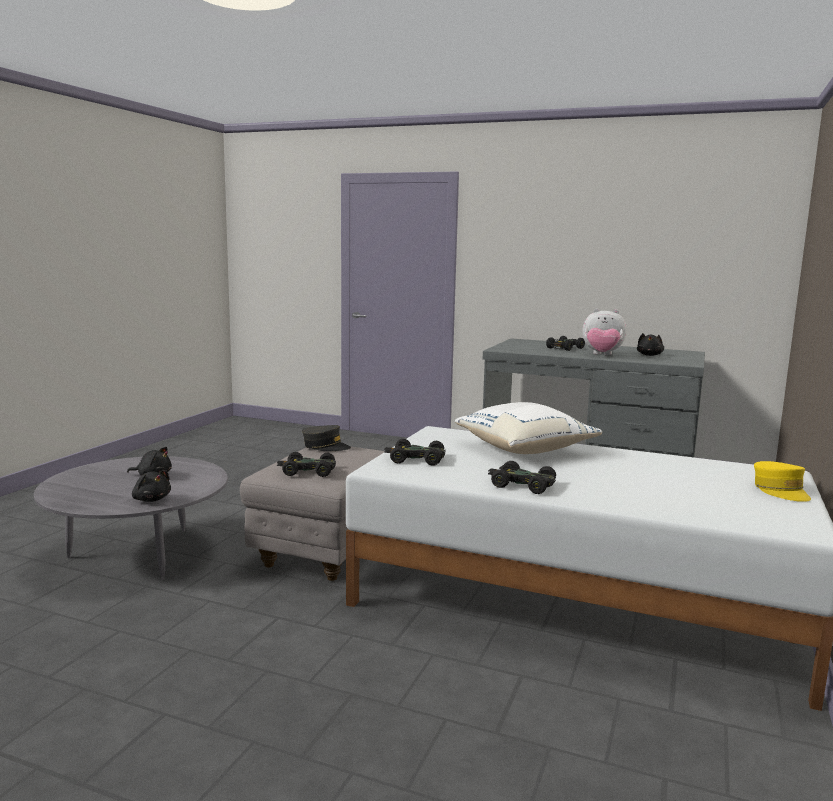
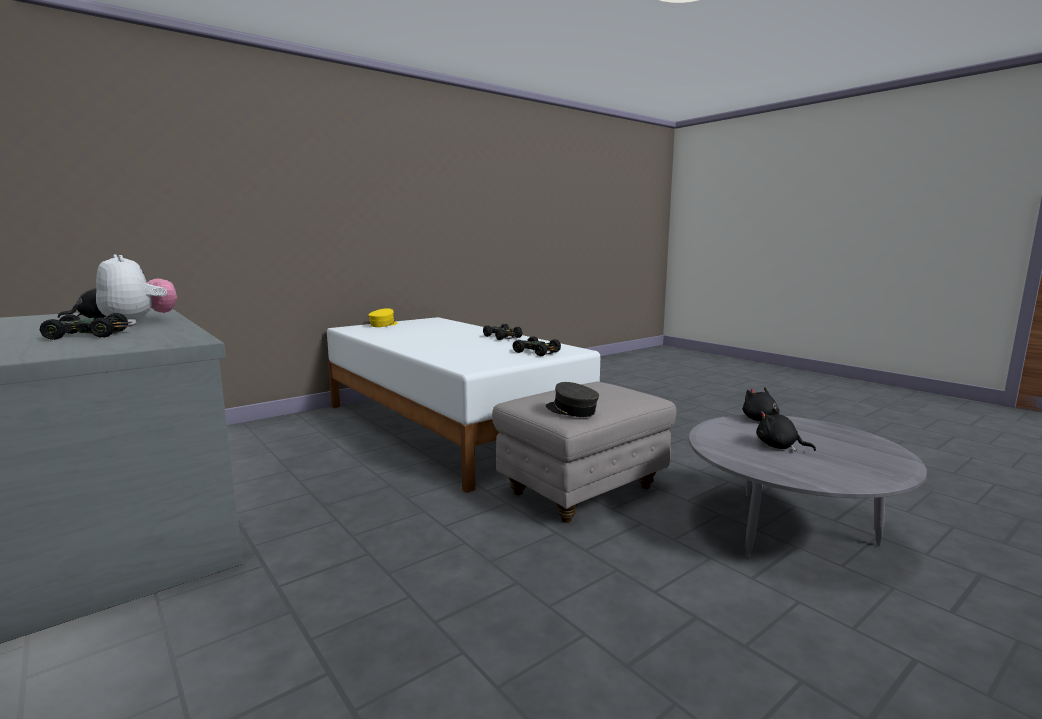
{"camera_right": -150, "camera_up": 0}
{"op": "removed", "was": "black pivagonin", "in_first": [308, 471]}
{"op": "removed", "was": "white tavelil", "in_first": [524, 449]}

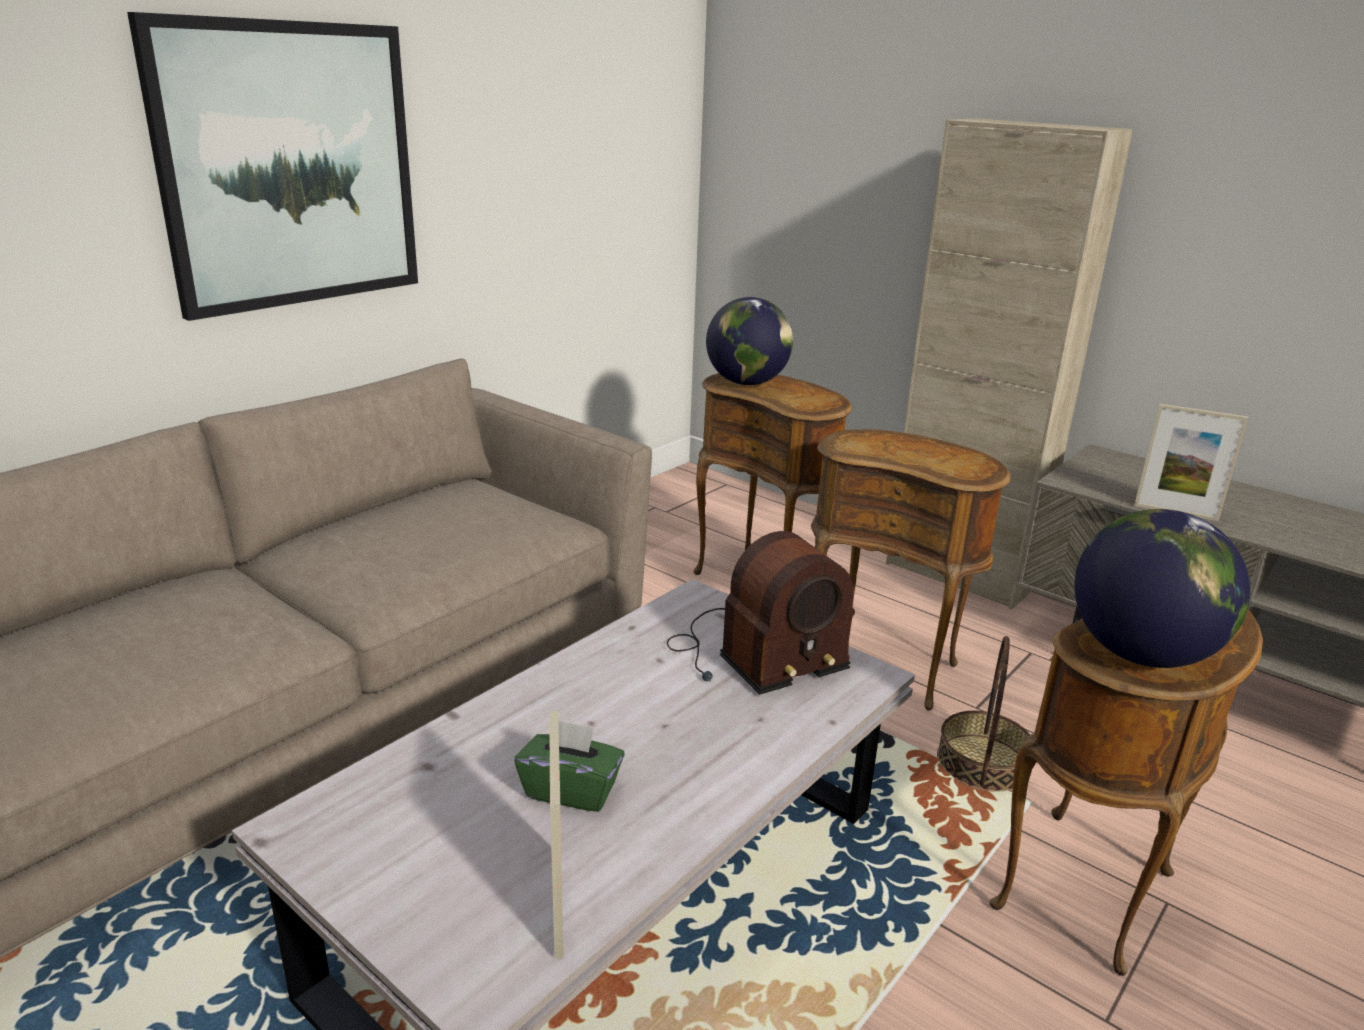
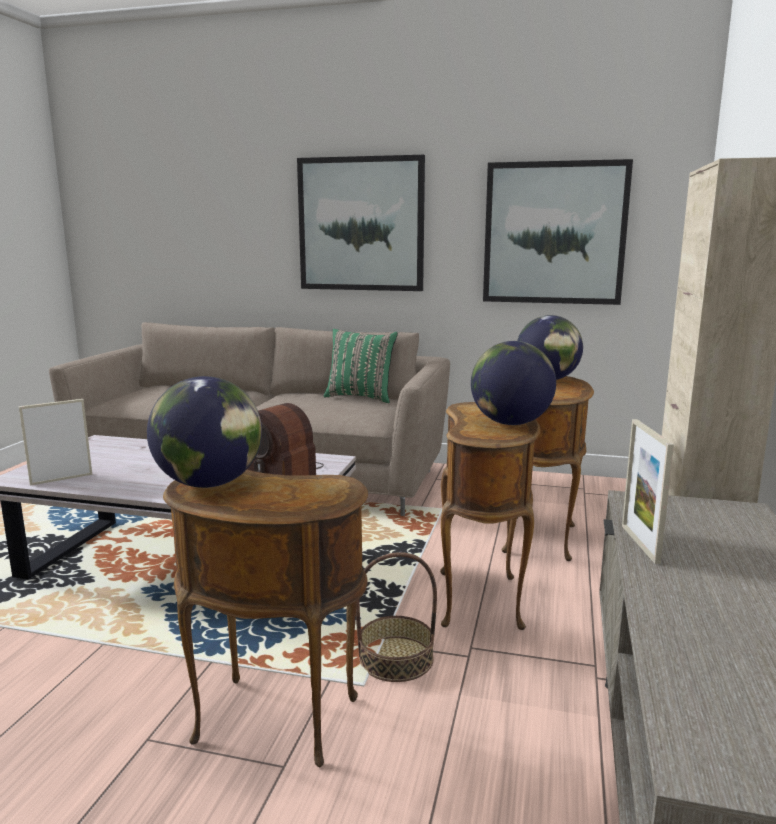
{"camera_right": 65, "camera_up": -10}
{"op": "added", "now": "green tavelil", "in_second": [361, 397]}
{"op": "added", "now": "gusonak", "in_second": [510, 423]}
{"op": "added", "now": "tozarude", "in_second": [554, 233]}
{"op": "removed", "was": "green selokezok", "in_first": [571, 790]}

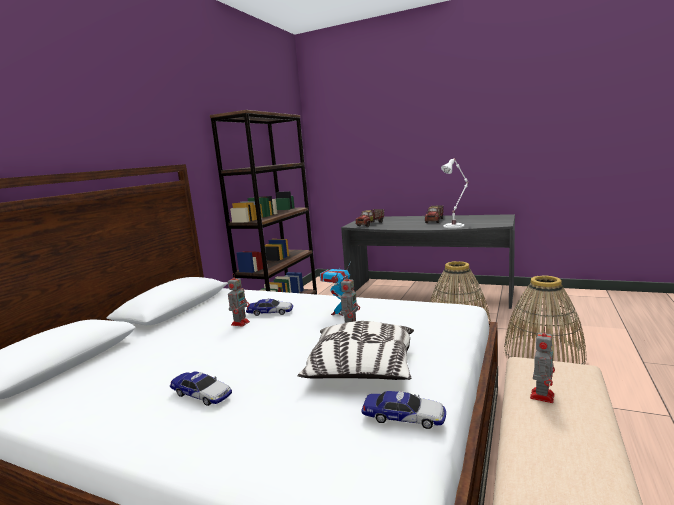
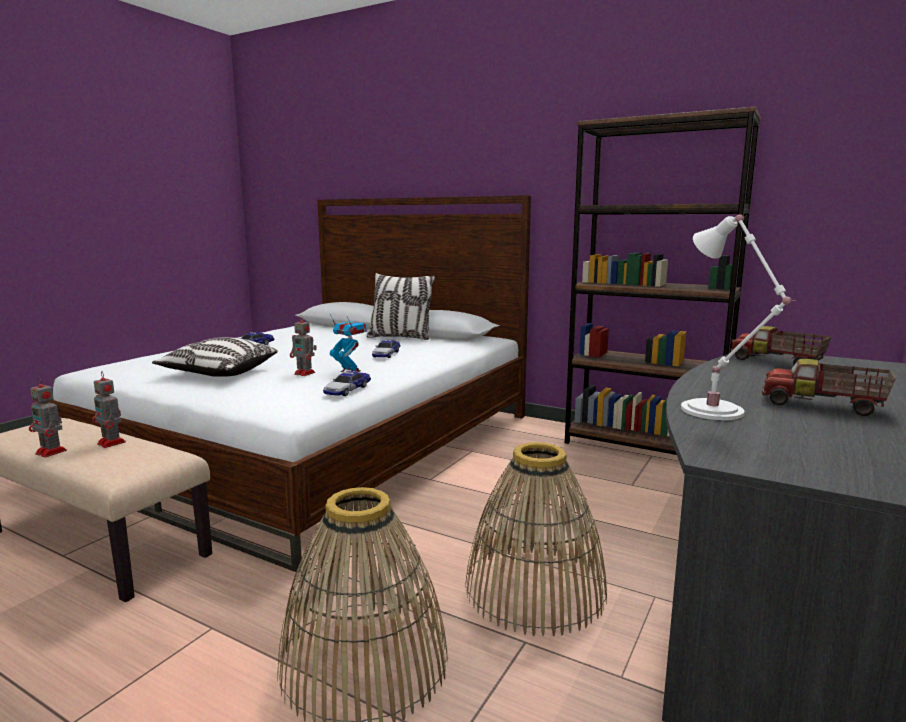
{"camera_right": 95, "camera_up": 0}
{"op": "moved", "was": "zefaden", "in_first": [241, 323], "in_second": [52, 452]}
{"op": "moved", "was": "pivagonin", "in_first": [403, 416], "in_second": [347, 390]}
{"op": "added", "now": "tavelil", "in_second": [400, 337]}

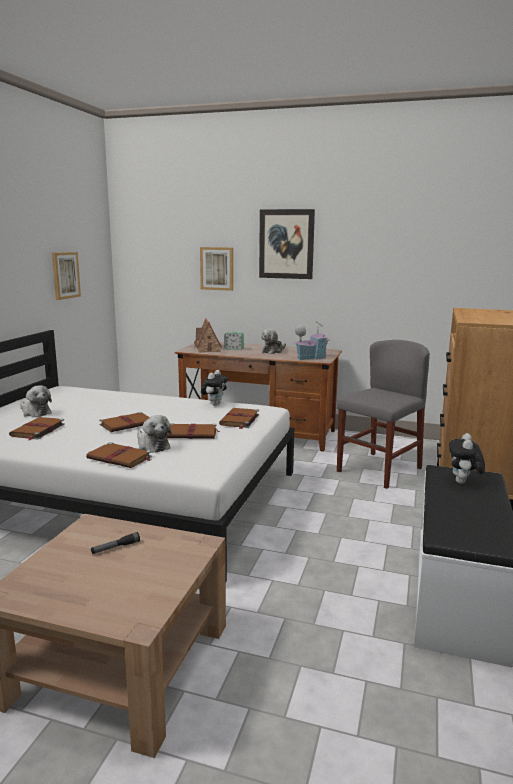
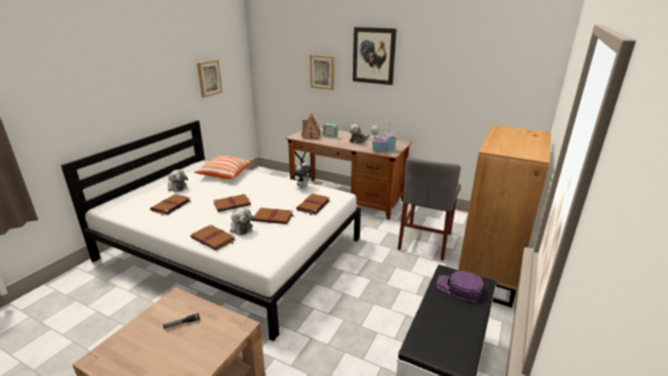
{"camera_right": 10, "camera_up": 10}
{"op": "added", "now": "tavelil", "in_second": [224, 174]}
{"op": "turned", "was": "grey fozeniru", "in_first": [379, 470], "in_second": [425, 241], "clockwise": 150}
{"op": "replaced", "was": "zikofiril", "now": "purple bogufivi", "in_first": [463, 483], "in_second": [459, 288]}

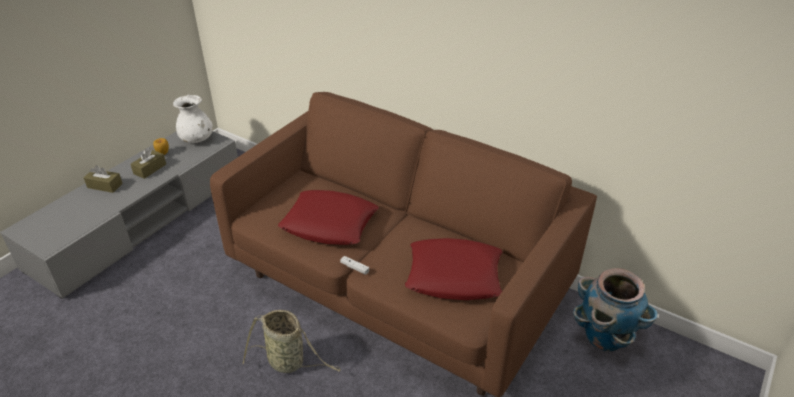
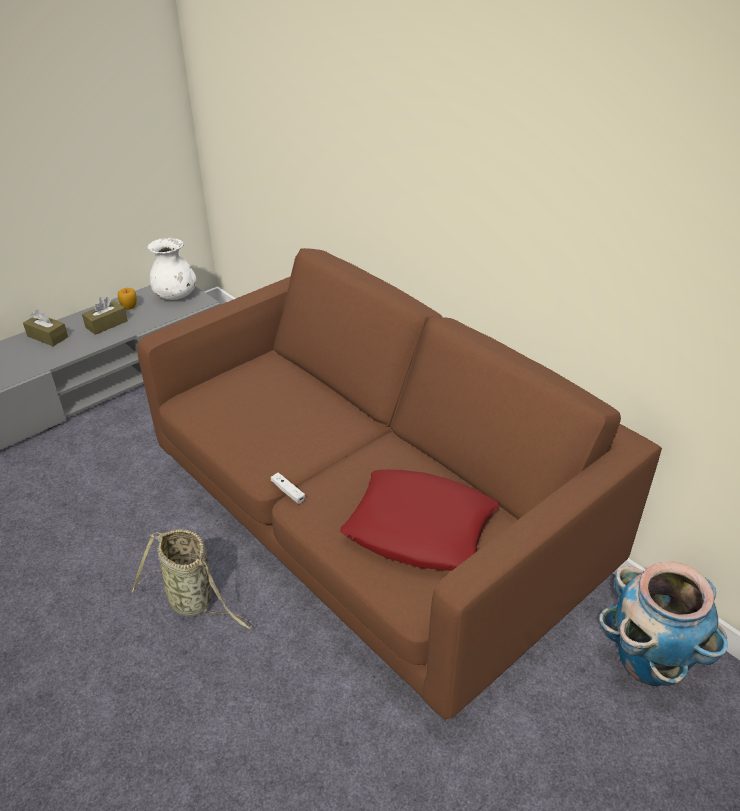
{"camera_right": 15, "camera_up": 0}
{"op": "removed", "was": "red tavelil", "in_first": [329, 224]}

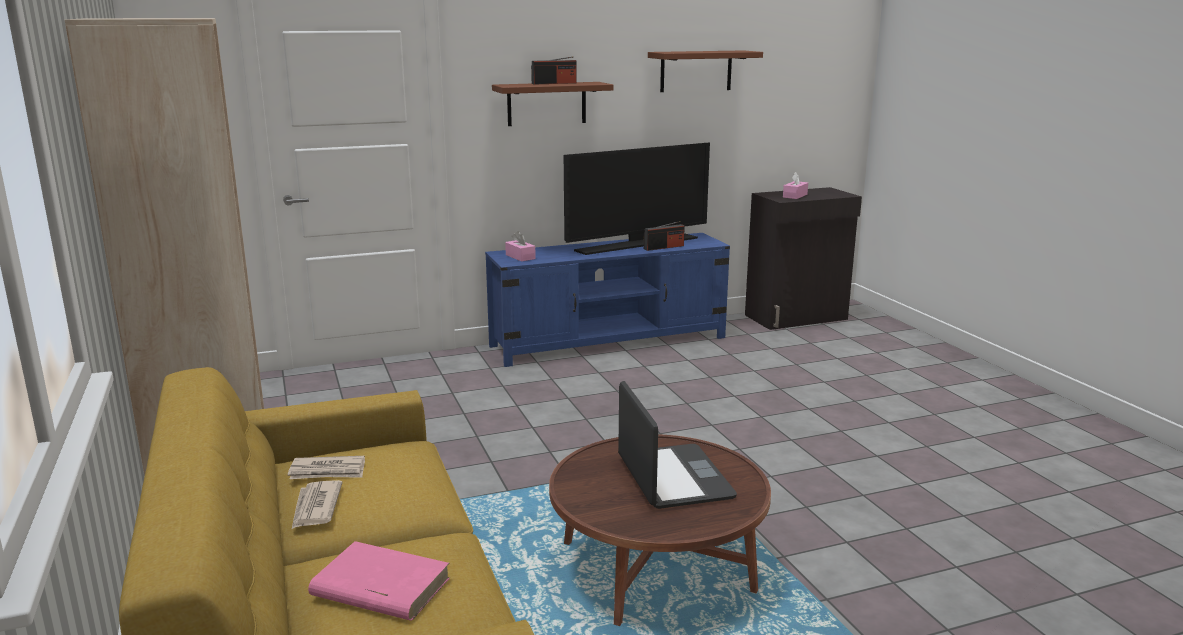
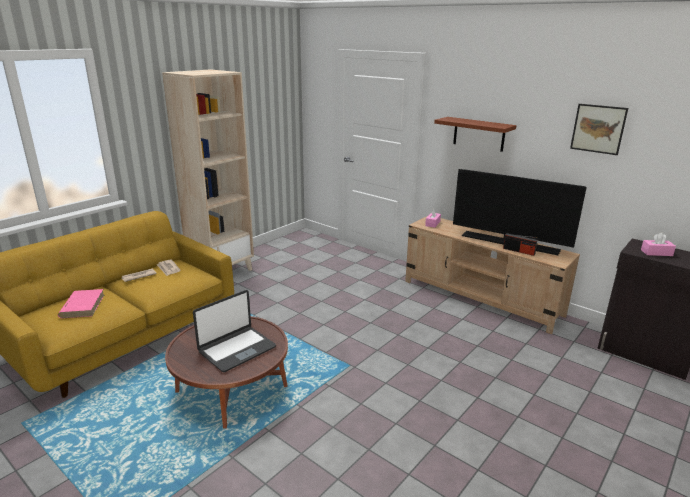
{"camera_right": 60, "camera_up": 5}
{"op": "recoloured", "was": "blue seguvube", "now": "beige seguvube", "in_first": [609, 342], "in_second": [481, 298]}
{"op": "replaced", "was": "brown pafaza", "now": "tozarude", "in_first": [696, 71], "in_second": [598, 129]}
{"op": "removed", "was": "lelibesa", "in_first": [554, 83]}

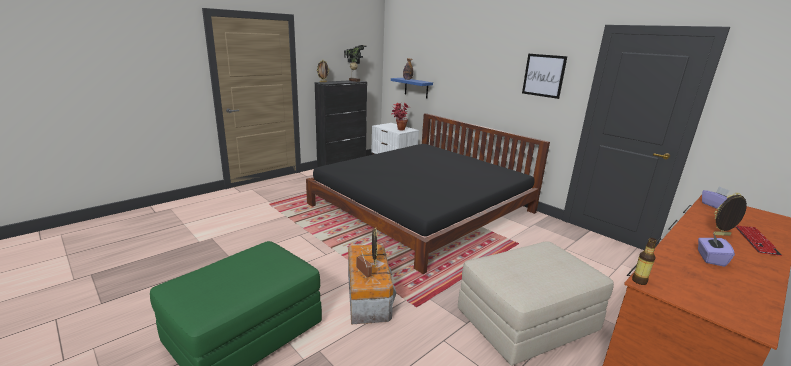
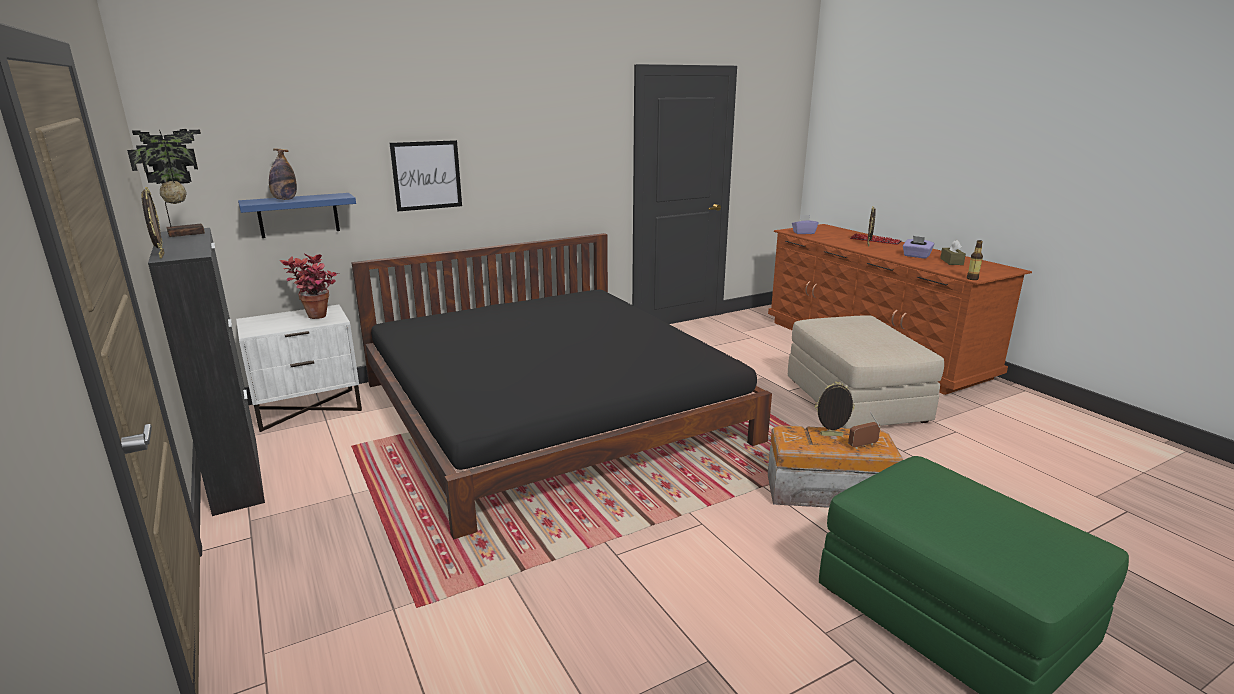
{"camera_right": -75, "camera_up": 0}
{"op": "moved", "was": "tozarude", "in_first": [543, 75], "in_second": [426, 175]}
{"op": "added", "now": "brown selokezok", "in_second": [951, 261]}

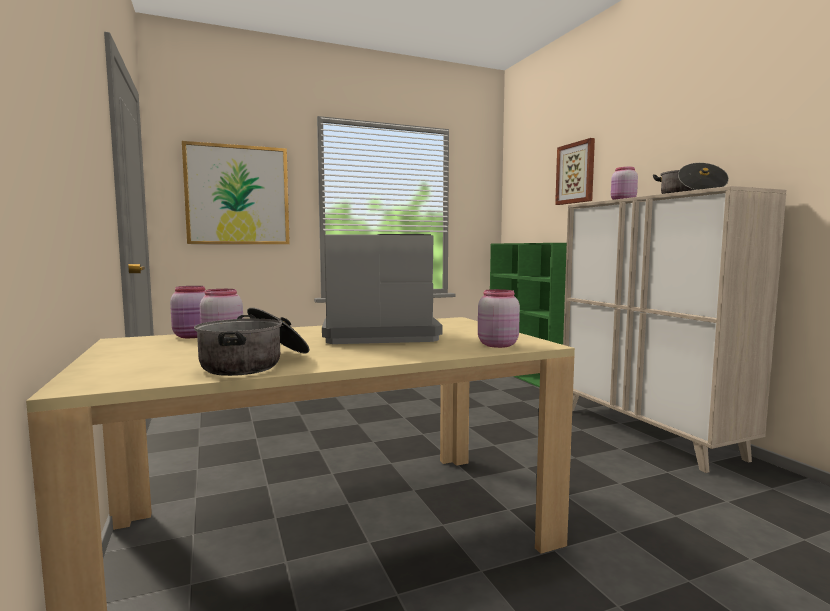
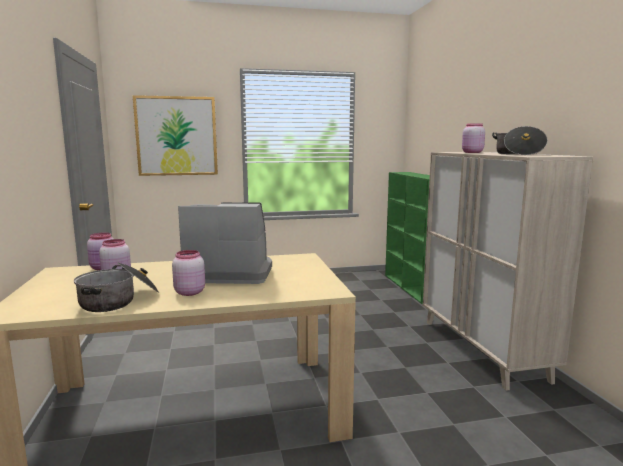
{"camera_right": 10, "camera_up": 5}
{"op": "moved", "was": "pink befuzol", "in_first": [496, 345], "in_second": [189, 292]}
{"op": "removed", "was": "tozarude", "in_first": [576, 173]}

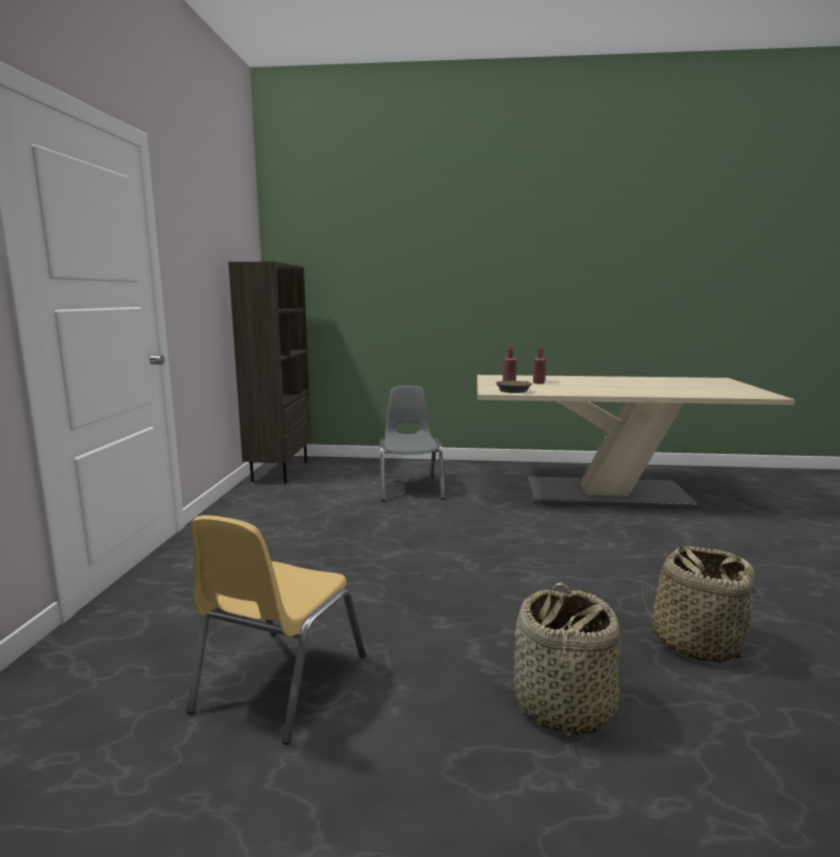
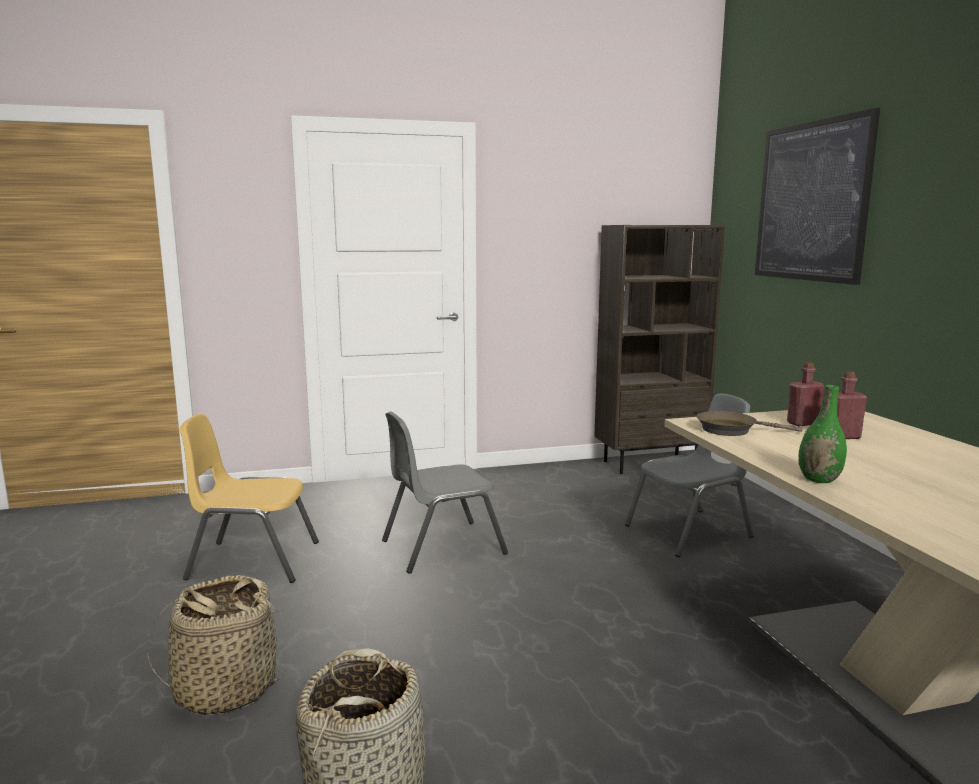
{"camera_right": 70, "camera_up": 0}
{"op": "added", "now": "grey fozeniru", "in_second": [442, 547]}
{"op": "added", "now": "tozarude", "in_second": [811, 202]}
{"op": "added", "now": "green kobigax", "in_second": [819, 479]}

